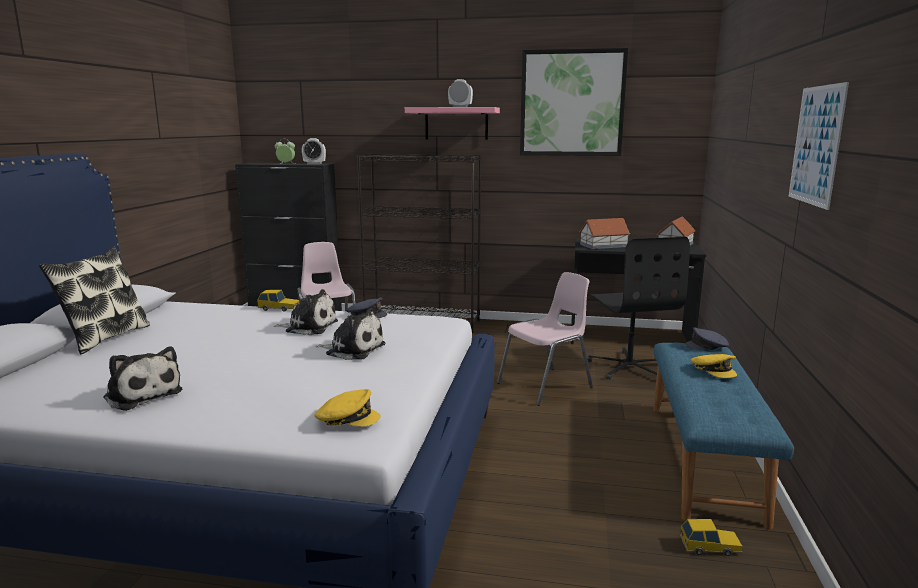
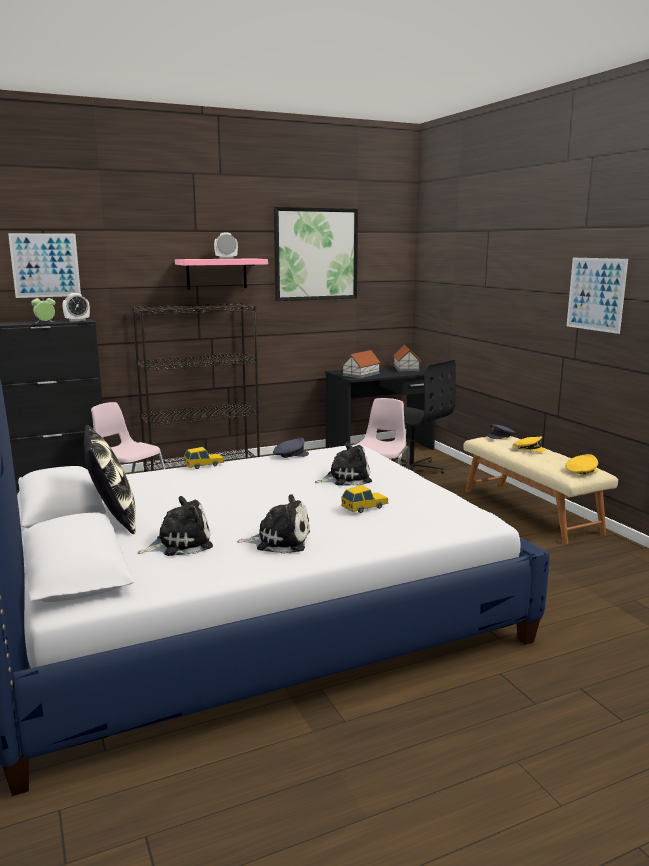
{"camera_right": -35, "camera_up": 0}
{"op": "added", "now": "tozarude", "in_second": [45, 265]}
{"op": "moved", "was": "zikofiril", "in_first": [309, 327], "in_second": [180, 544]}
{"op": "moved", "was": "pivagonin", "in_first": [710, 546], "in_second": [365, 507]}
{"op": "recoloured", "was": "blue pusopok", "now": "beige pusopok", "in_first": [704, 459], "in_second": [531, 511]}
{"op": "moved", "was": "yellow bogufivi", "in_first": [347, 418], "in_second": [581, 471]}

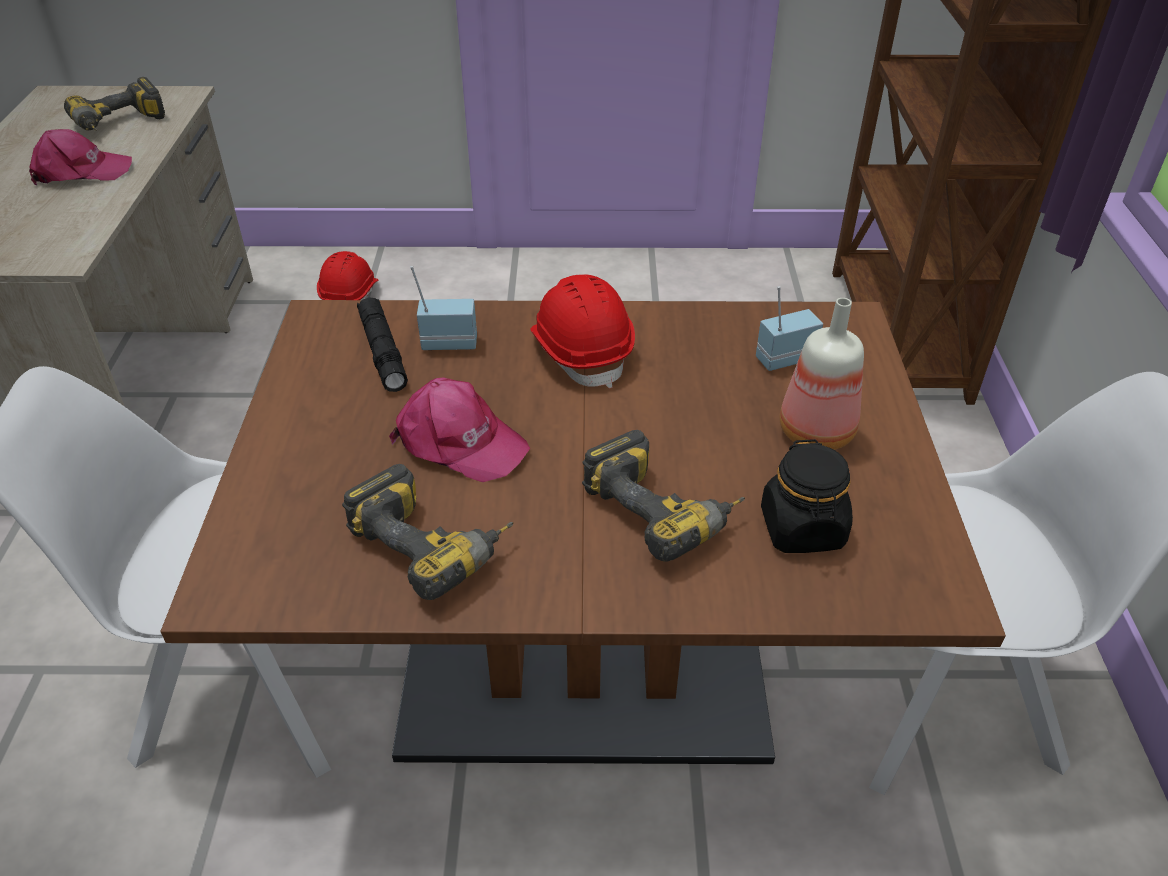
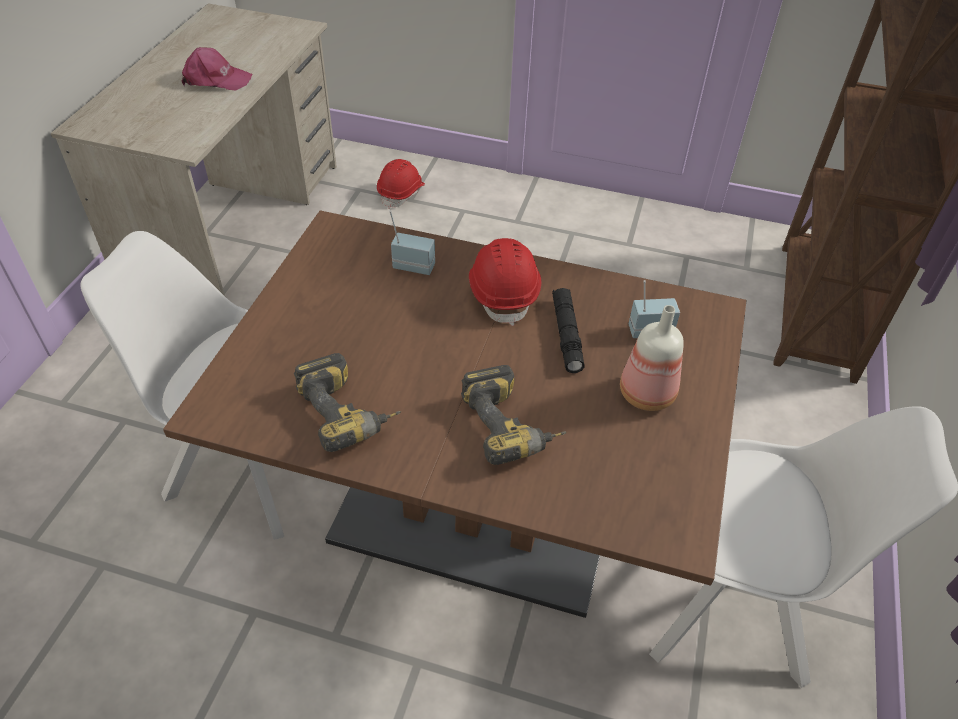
{"camera_right": 15, "camera_up": 5}
{"op": "moved", "was": "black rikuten", "in_first": [383, 351], "in_second": [566, 334]}
{"op": "removed", "was": "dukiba", "in_first": [121, 125]}
{"op": "removed", "was": "pink bogufivi", "in_first": [459, 442]}
{"op": "removed", "was": "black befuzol", "in_first": [802, 529]}

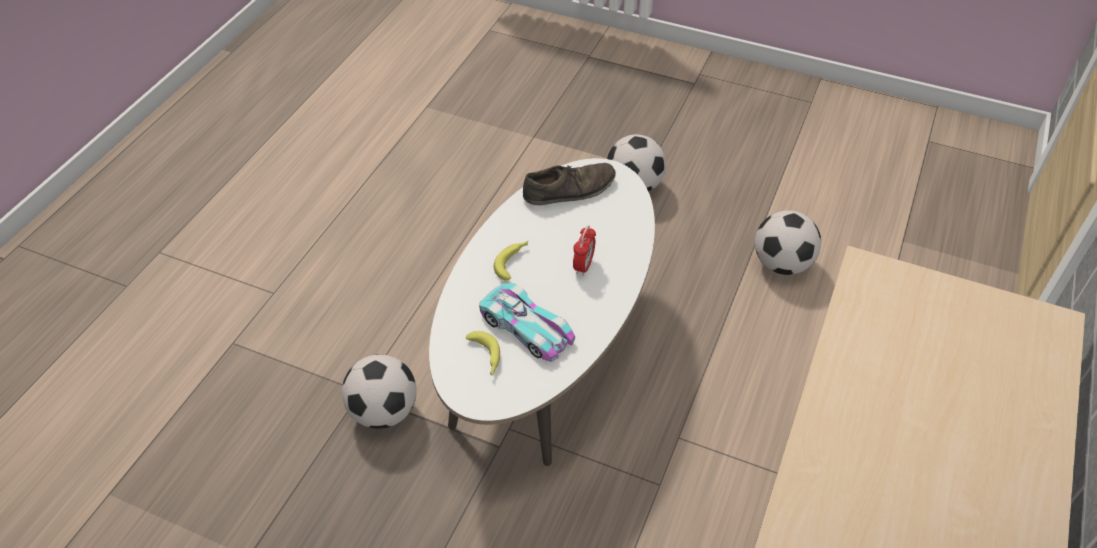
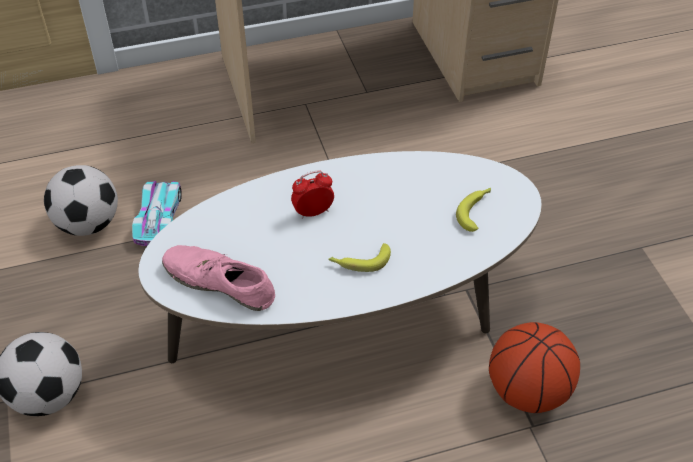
{"camera_right": -130, "camera_up": 0}
{"op": "moved", "was": "pivagonin", "in_first": [527, 328], "in_second": [159, 217]}
{"op": "recoloured", "was": "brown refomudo", "now": "pink refomudo", "in_first": [569, 190], "in_second": [219, 282]}
{"op": "replaced", "was": "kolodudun", "now": "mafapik", "in_first": [383, 411], "in_second": [527, 391]}

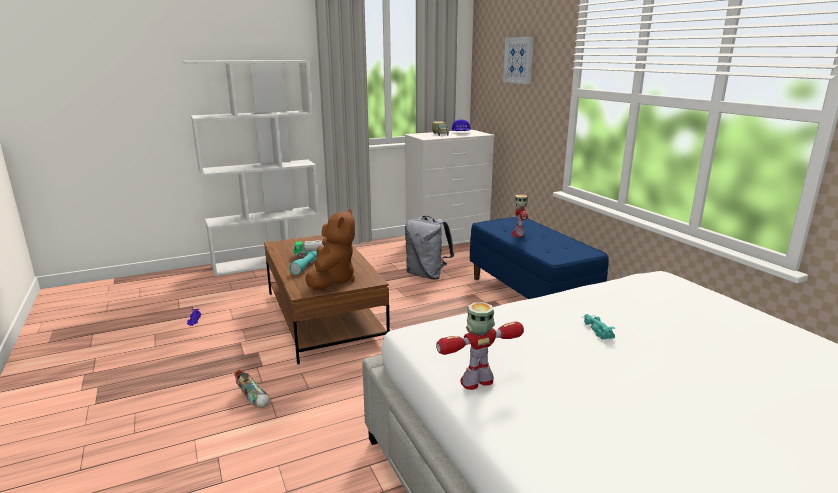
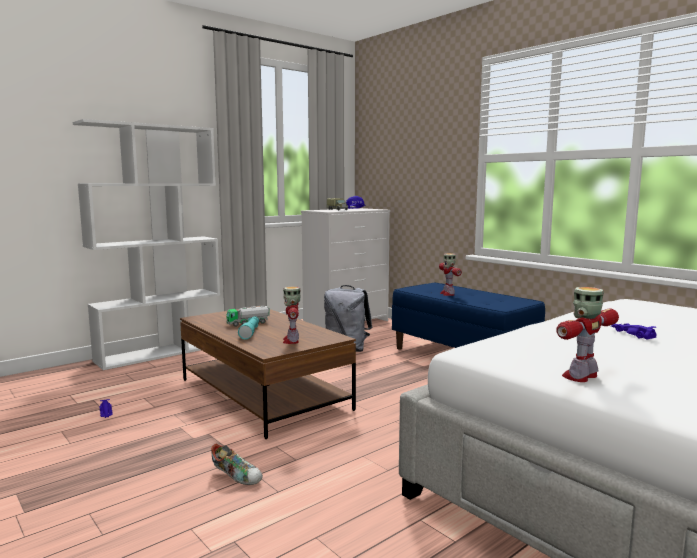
{"camera_right": -15, "camera_up": -10}
{"op": "replaced", "was": "brown zikofiril", "now": "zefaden", "in_first": [332, 280], "in_second": [292, 340]}
{"op": "recoloured", "was": "turquoise pivagonin", "now": "purple pivagonin", "in_first": [596, 329], "in_second": [631, 334]}
{"op": "removed", "was": "tozarude", "in_first": [519, 60]}

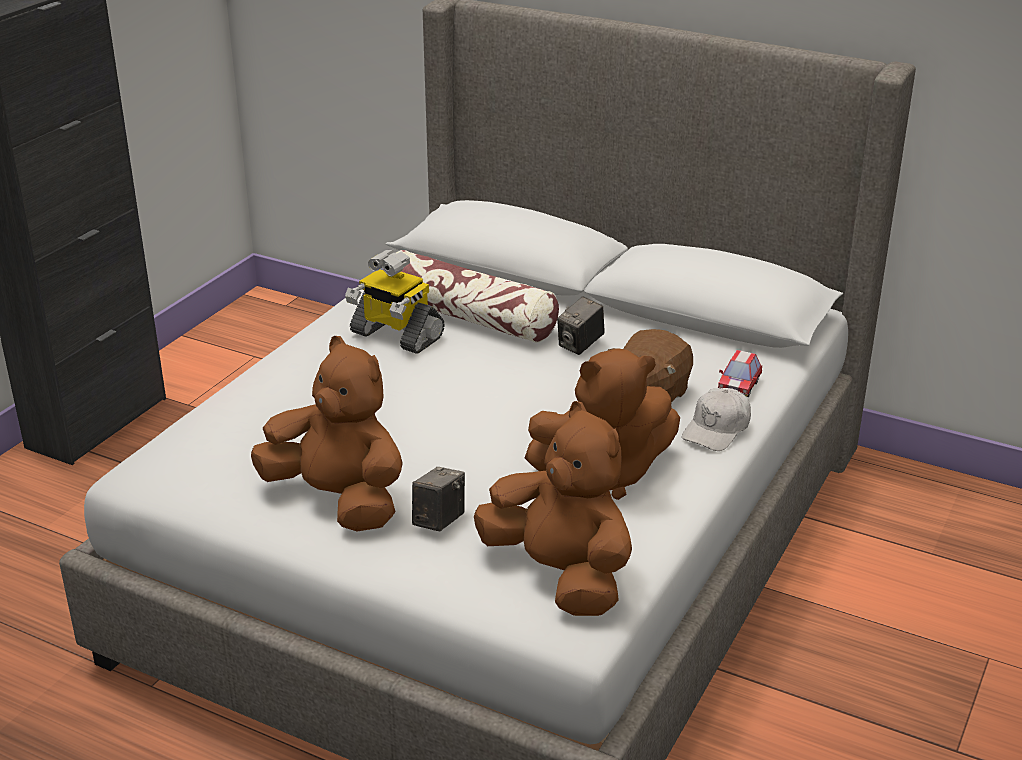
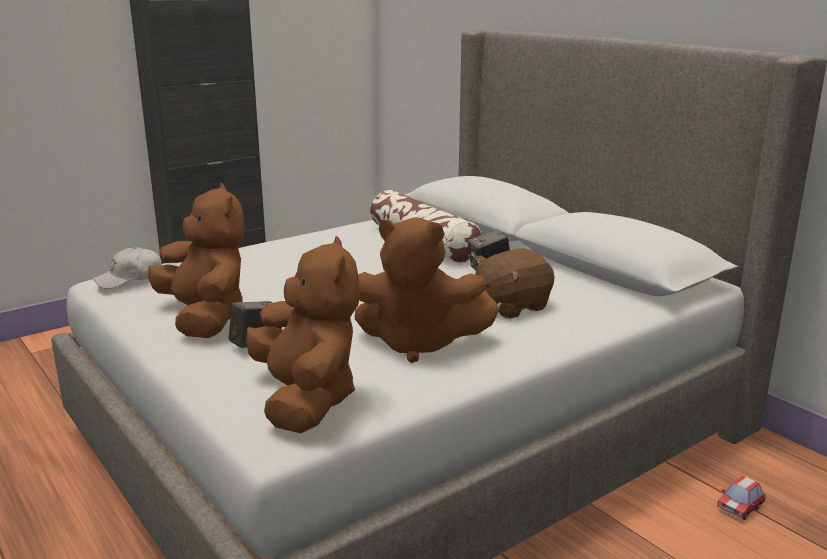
{"camera_right": 25, "camera_up": -10}
{"op": "moved", "was": "white bogufivi", "in_first": [717, 429], "in_second": [130, 279]}
{"op": "moved", "was": "pivagonin", "in_first": [739, 386], "in_second": [740, 508]}
{"op": "removed", "was": "zefaden", "in_first": [395, 335]}

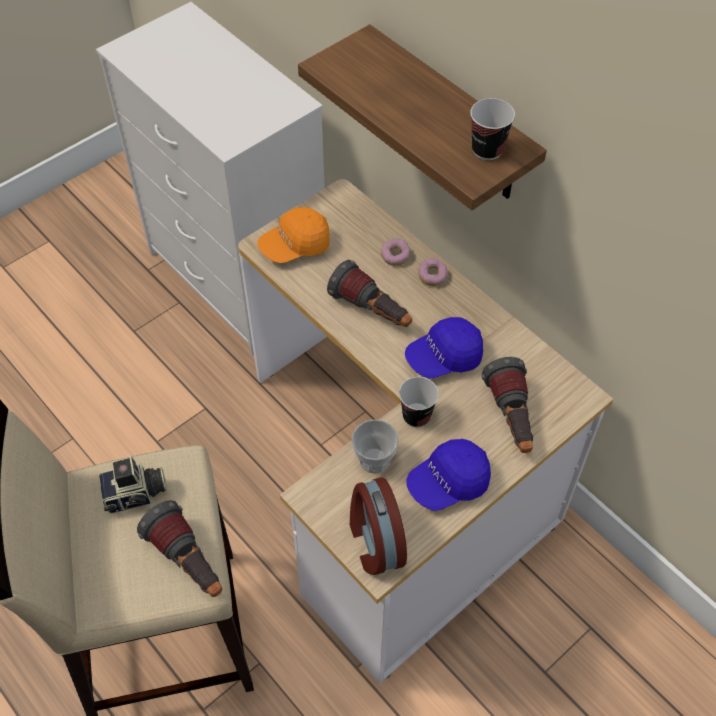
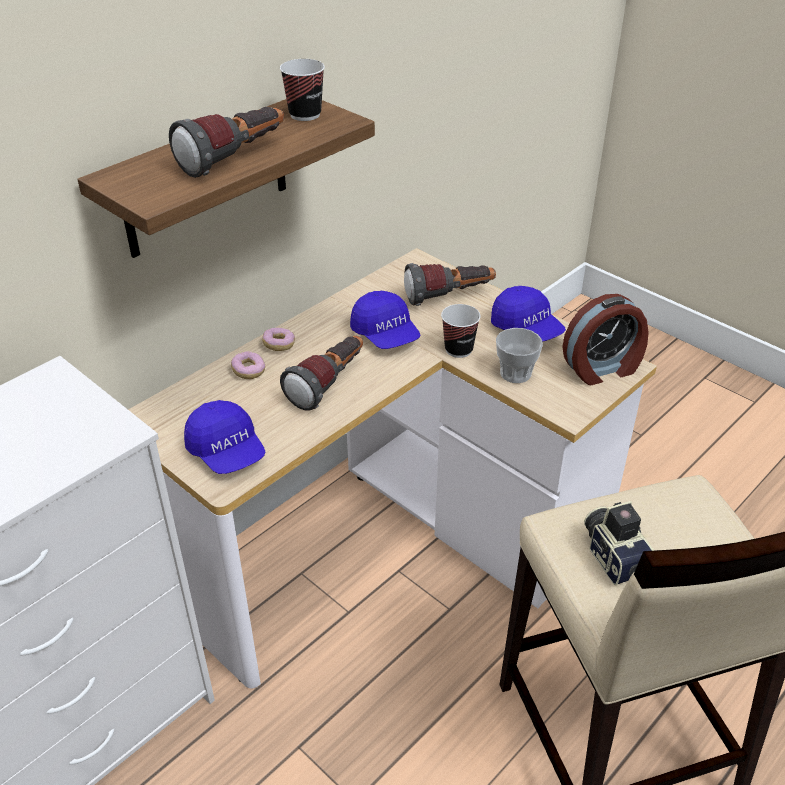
{"camera_right": -95, "camera_up": -15}
{"op": "moved", "was": "rikuten", "in_first": [188, 563], "in_second": [235, 159]}
{"op": "recoloured", "was": "orange bogufivi", "now": "blue bogufivi", "in_first": [295, 246], "in_second": [227, 452]}

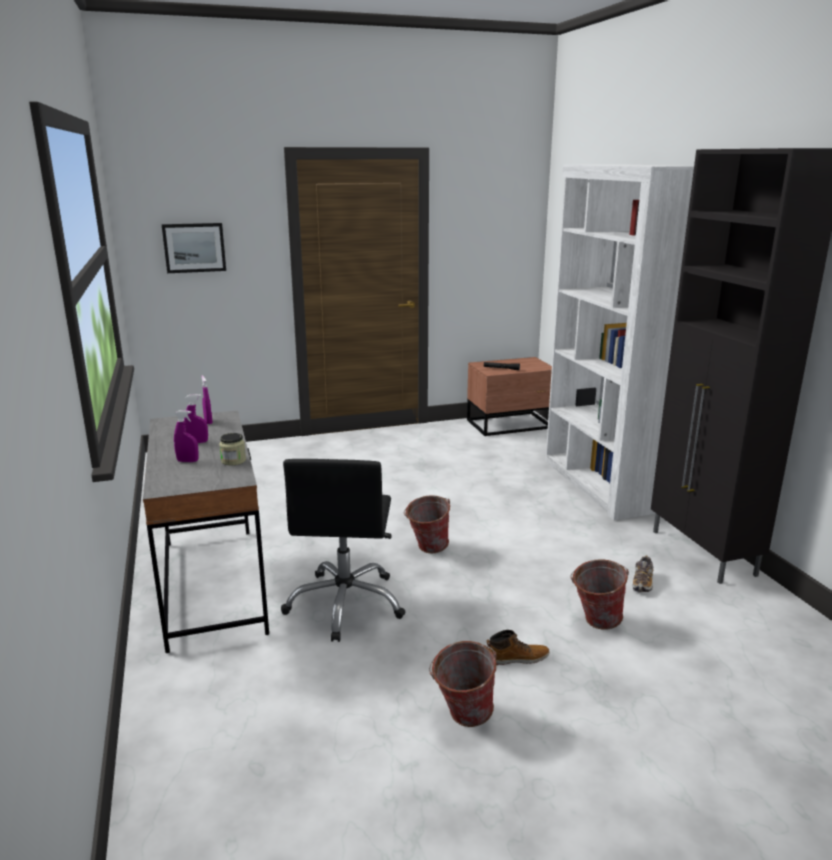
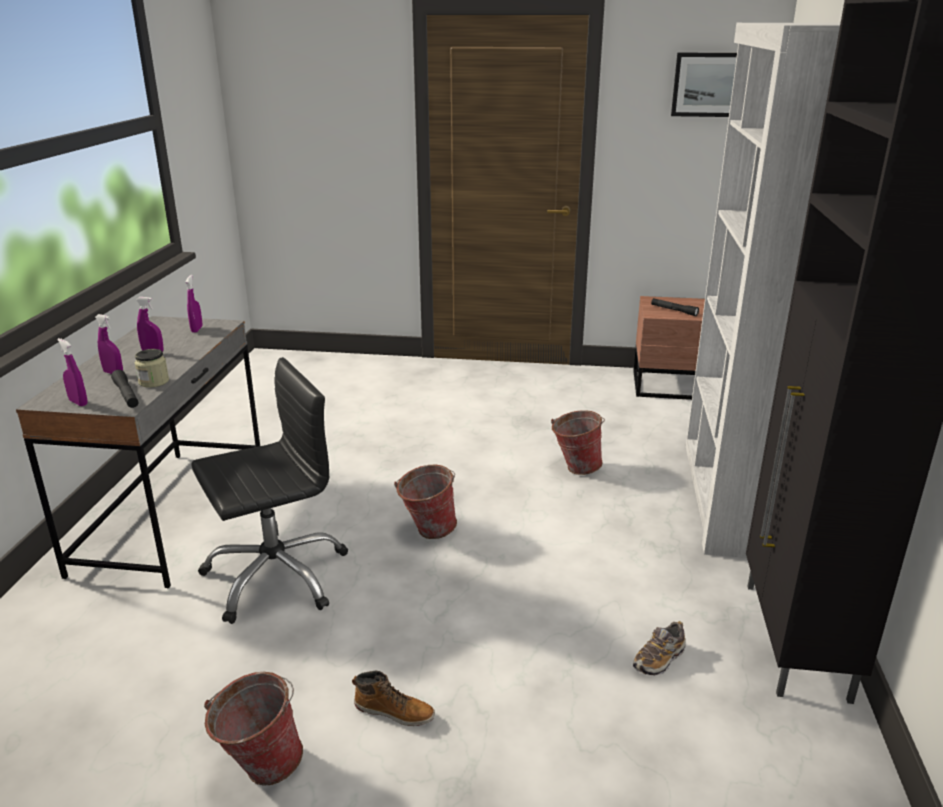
{"camera_right": 25, "camera_up": 5}
{"op": "added", "now": "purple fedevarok", "in_second": [78, 403]}
{"op": "added", "now": "black rikuten", "in_second": [126, 395]}
{"op": "turned", "was": "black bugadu", "in_first": [346, 604], "in_second": [275, 575], "clockwise": -150}
{"op": "moved", "was": "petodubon", "in_first": [595, 622], "in_second": [575, 468]}
{"op": "moved", "was": "tozarude", "in_first": [194, 247], "in_second": [711, 84]}

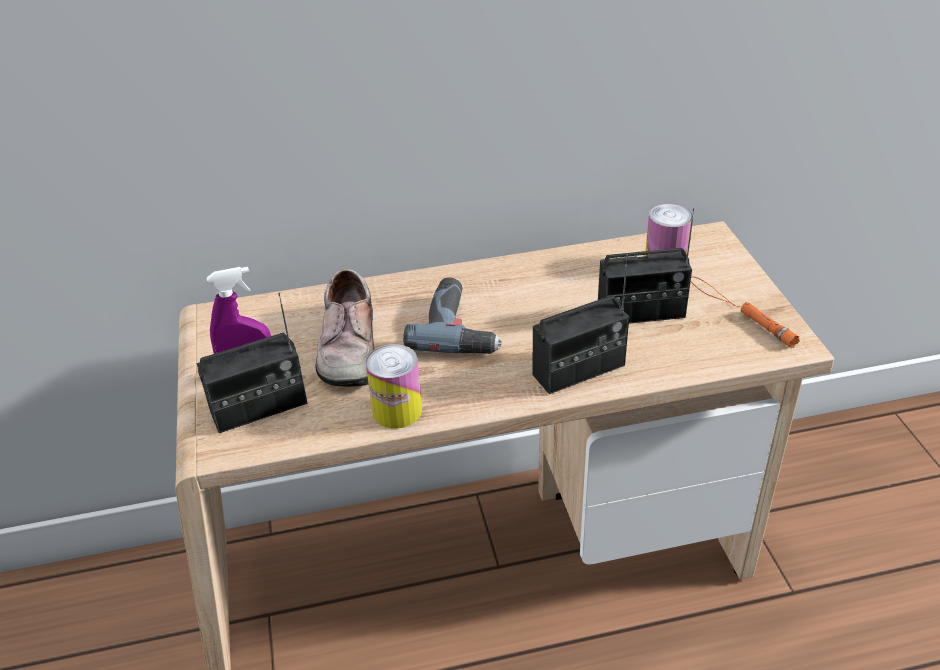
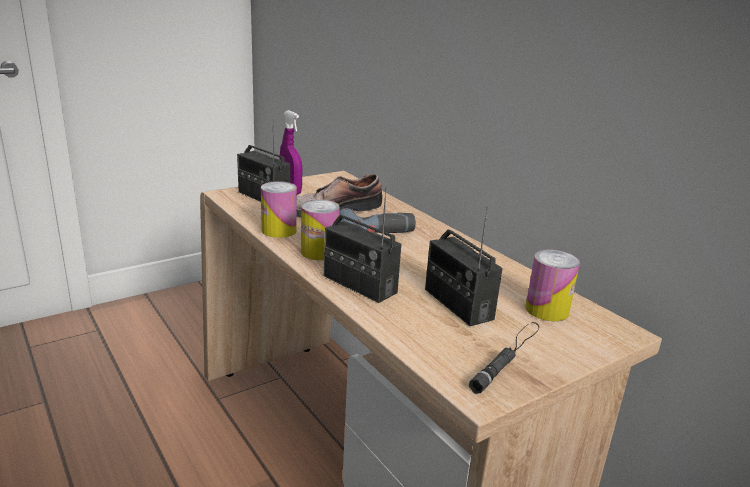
{"camera_right": 65, "camera_up": -15}
{"op": "added", "now": "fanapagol", "in_second": [319, 252]}
{"op": "recoloured", "was": "orange rikuten", "now": "black rikuten", "in_first": [739, 311], "in_second": [508, 355]}

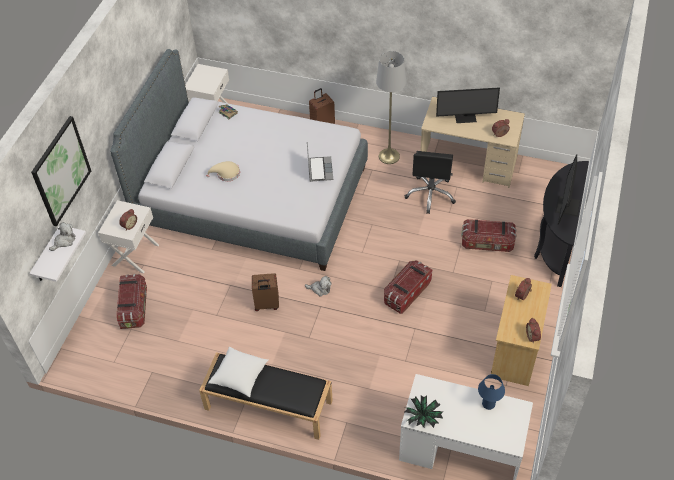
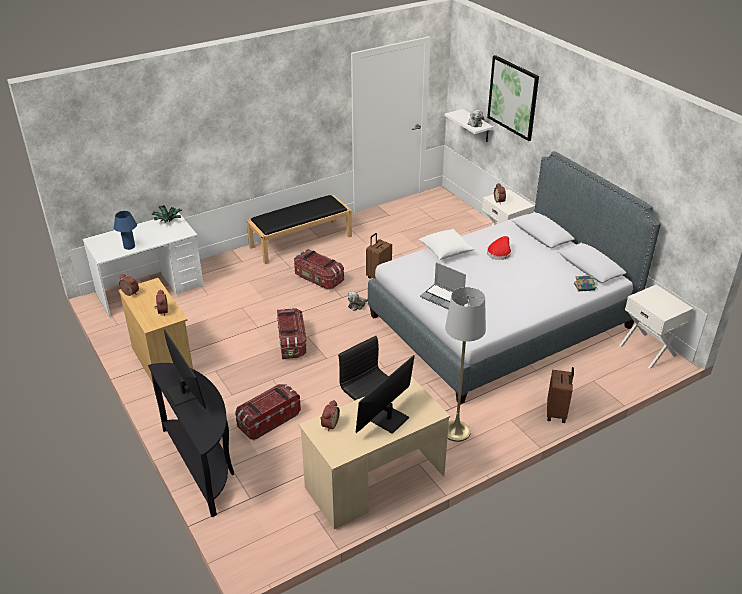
{"camera_right": 130, "camera_up": -15}
{"op": "moved", "was": "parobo", "in_first": [134, 308], "in_second": [318, 279]}
{"op": "moved", "was": "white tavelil", "in_first": [240, 376], "in_second": [445, 251]}
{"op": "recoloured", "was": "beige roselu", "now": "red roselu", "in_first": [226, 174], "in_second": [499, 252]}

